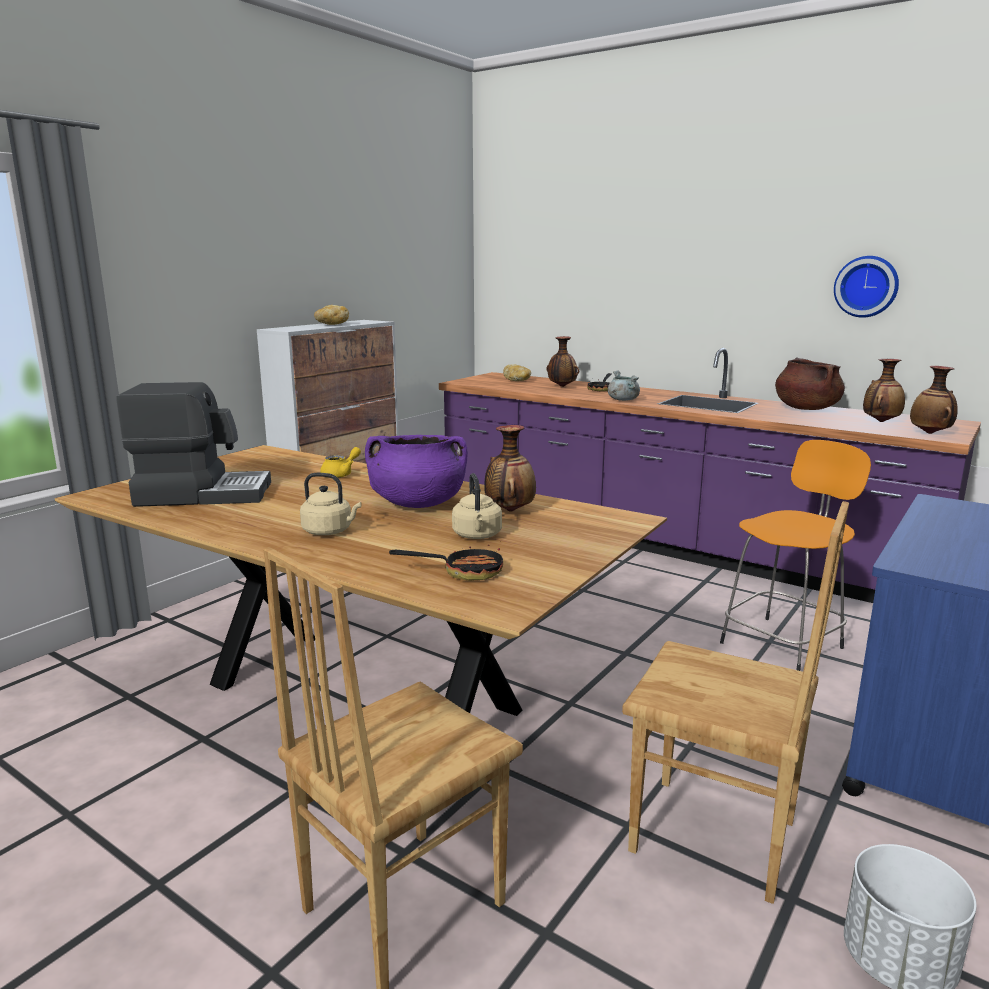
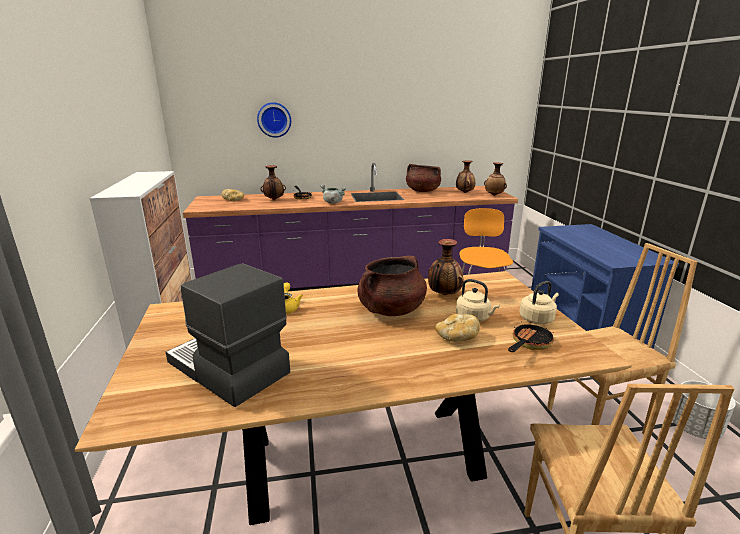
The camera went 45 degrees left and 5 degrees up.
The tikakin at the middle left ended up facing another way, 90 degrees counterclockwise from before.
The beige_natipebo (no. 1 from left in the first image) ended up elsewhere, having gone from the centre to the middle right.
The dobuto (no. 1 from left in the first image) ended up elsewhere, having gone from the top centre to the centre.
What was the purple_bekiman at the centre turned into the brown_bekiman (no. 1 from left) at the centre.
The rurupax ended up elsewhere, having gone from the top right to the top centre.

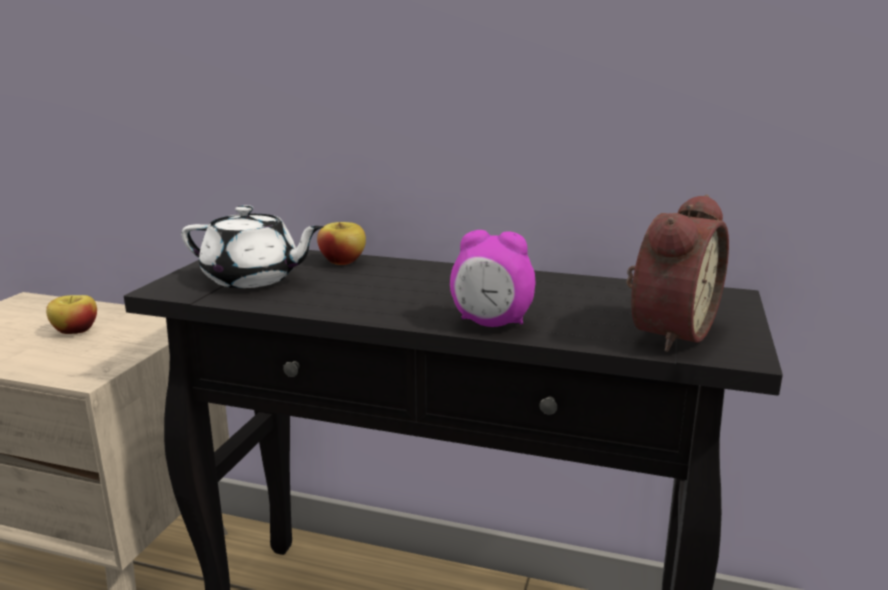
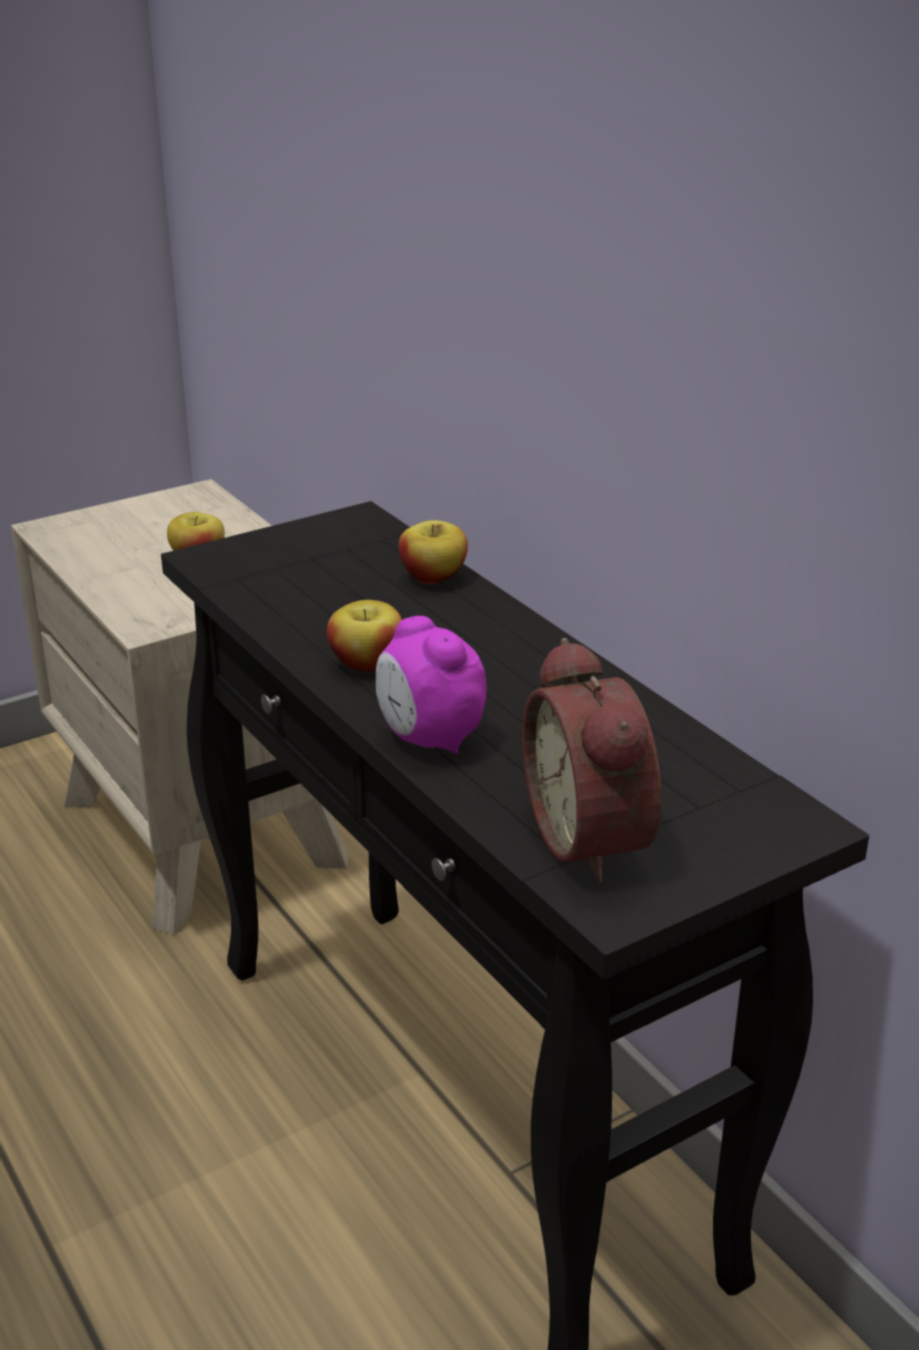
The camera went 40 degrees right and 10 degrees up.
The second view lost the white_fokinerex at the middle left.
The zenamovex (no. 2 from left) at the middle right ended up facing another way, 90 degrees clockwise from before.
The second view gained the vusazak (no. 2 from left) at the centre.

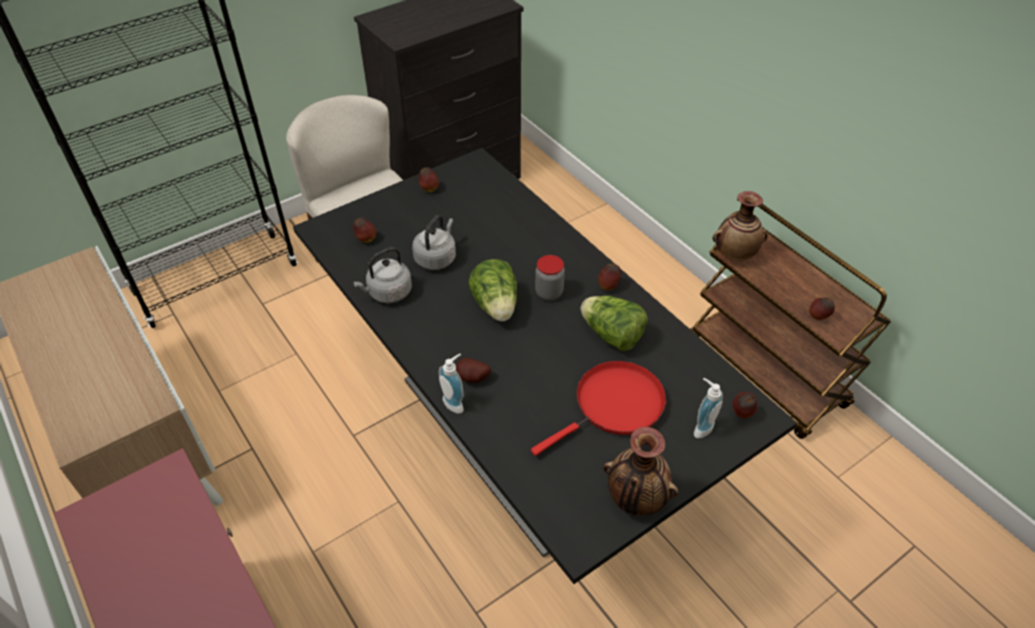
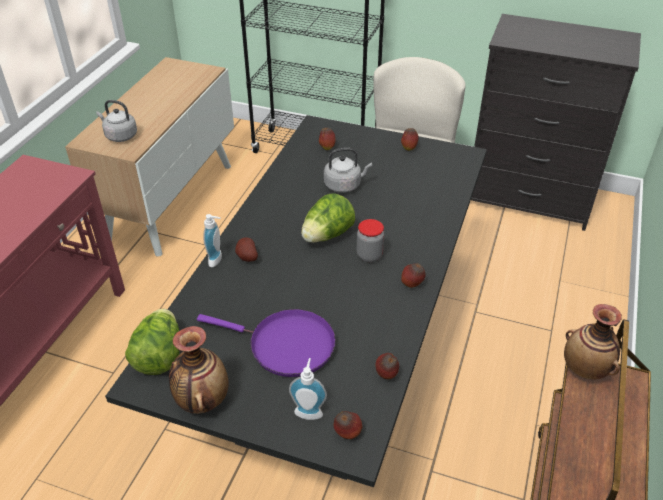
The camera went 55 degrees right and 5 degrees down.
The grey_natipebo (no. 1 from left) ended up elsewhere, having gone from the centre to the top left.
What was the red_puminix at the centre turned into the purple_puminix at the bottom centre.
The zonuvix (no. 2 from left in the first image) ended up elsewhere, having gone from the centre to the bottom left.
The vusazak (no. 5 from left in the first image) ended up elsewhere, having gone from the middle right to the bottom centre.

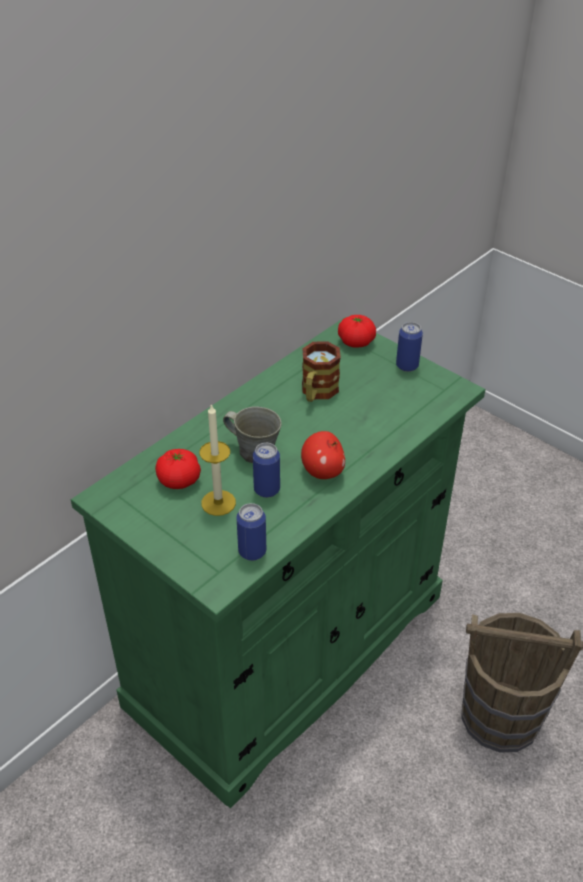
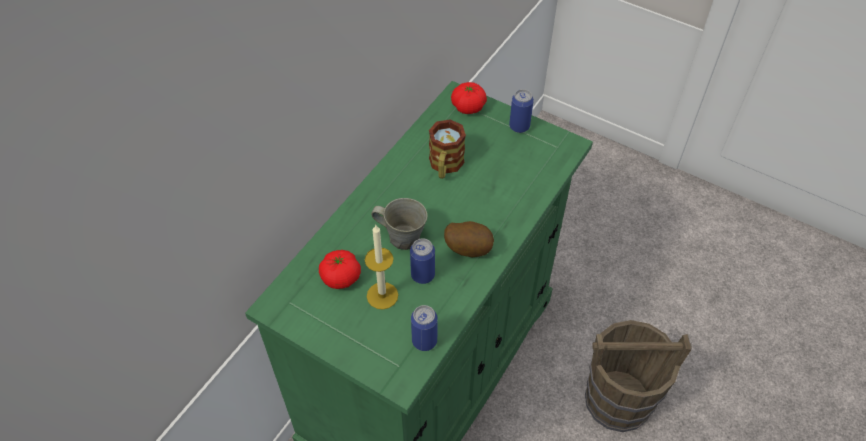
The camera went 10 degrees left and 10 degrees up.
Where the vusazak stood at the centre, the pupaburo came to stand at the centre.

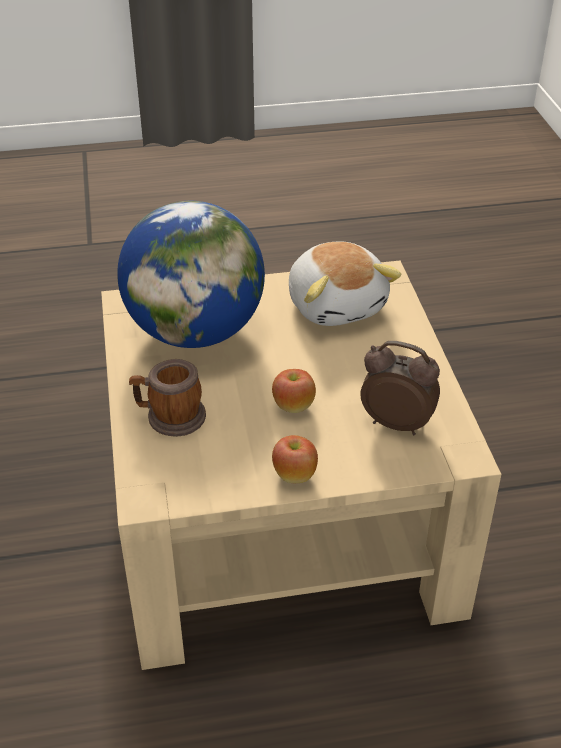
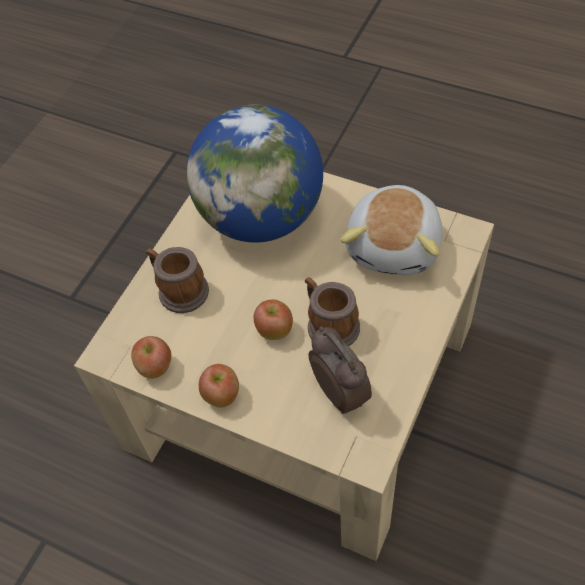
The camera went 40 degrees right and 15 degrees up.
The second view gained the vusazak (no. 1 from left) at the middle left.
The second view gained the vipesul (no. 2 from left) at the centre.

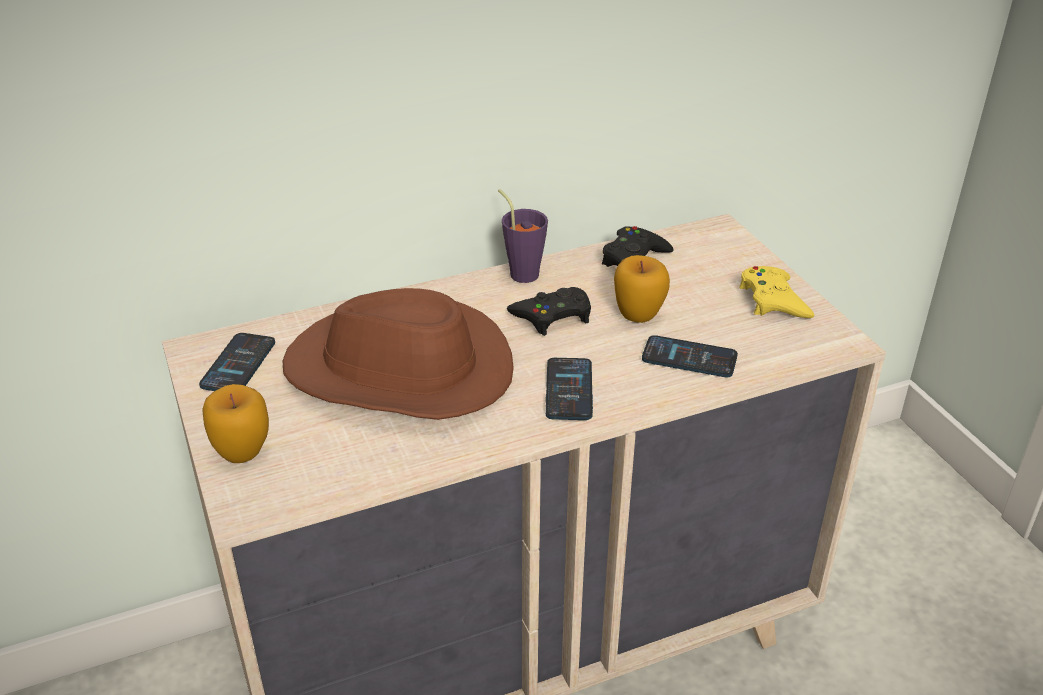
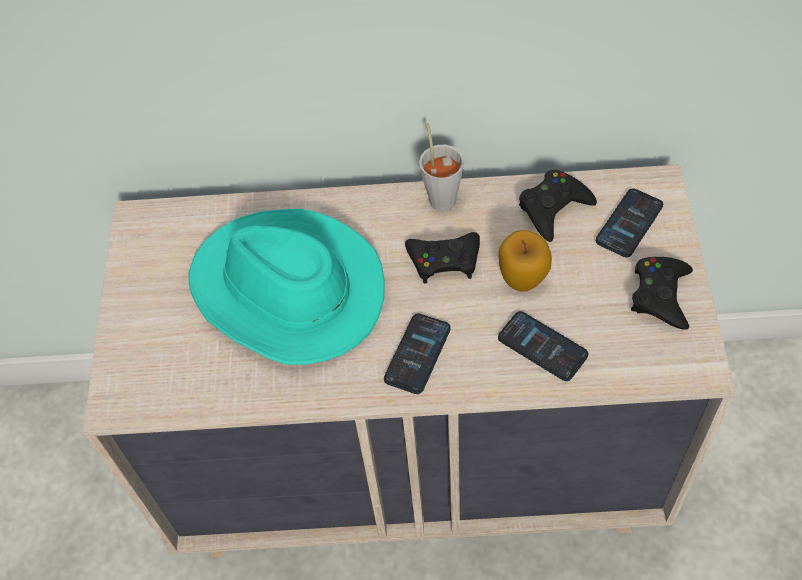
The camera went 25 degrees right and 20 degrees up.
The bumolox (no. 1 from left in the first image) ended up elsewhere, having gone from the middle left to the middle right.
The second view lost the vusazak (no. 1 from left) at the middle left.
What was the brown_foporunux at the centre turned into the turquoise_foporunux at the centre.
What was the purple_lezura at the centre turned into the grey_lezura at the top centre.
What was the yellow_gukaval at the middle right turned into the black_gukaval (no. 3 from left) at the middle right.

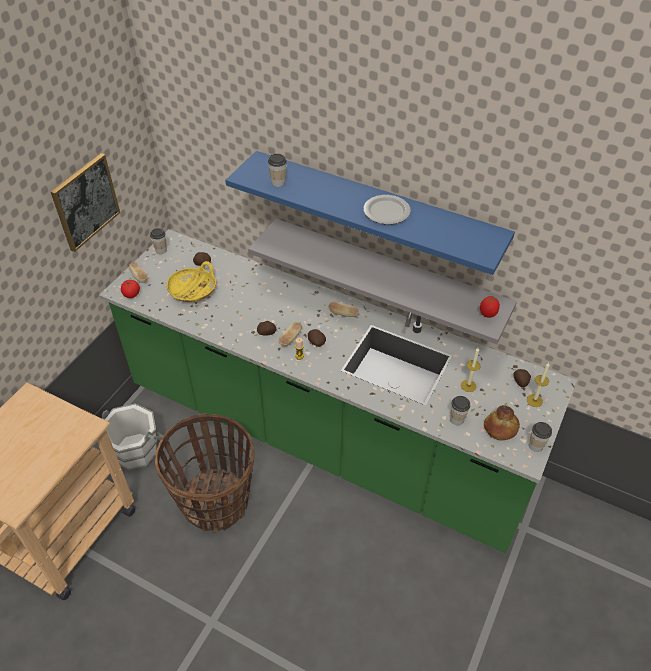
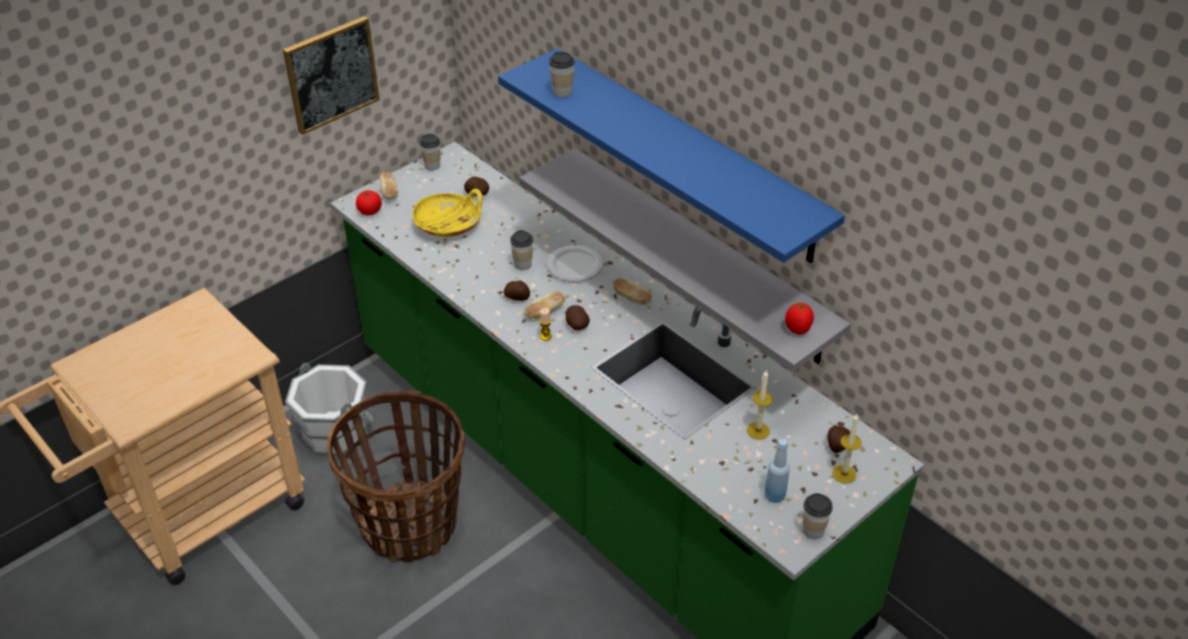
The camera went 20 degrees right and 5 degrees down.
The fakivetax ended up elsewhere, having gone from the top centre to the centre.
The lezura (no. 3 from left in the first image) ended up elsewhere, having gone from the middle right to the centre.
Where the dobuto (no. 4 from left) stood at the middle right, the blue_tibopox came to stand at the bottom centre.

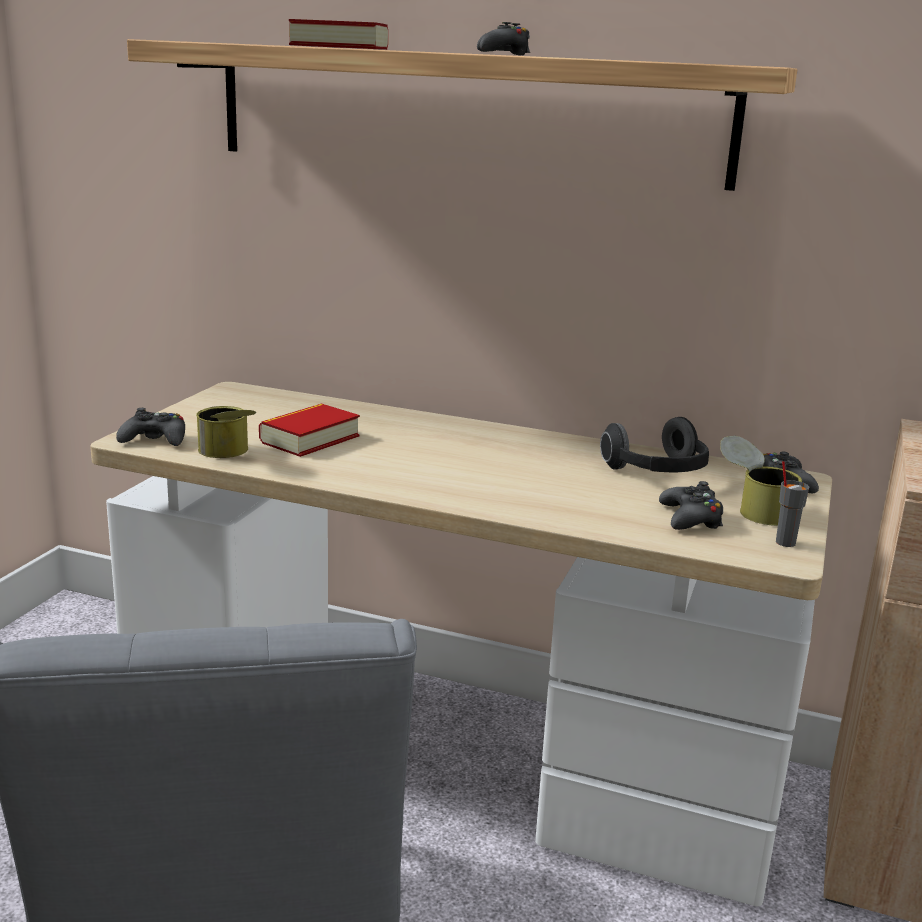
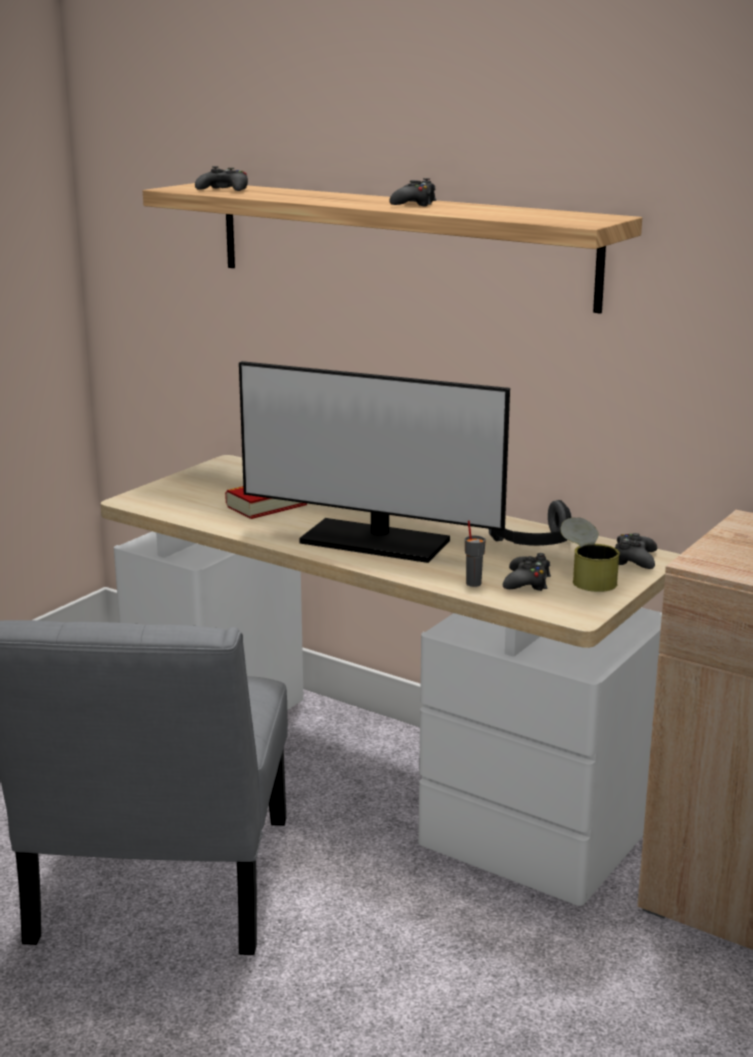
The camera went 15 degrees right and 0 degrees up.
The black_gukaval (no. 1 from left) ended up elsewhere, having gone from the middle left to the top left.
The second view lost the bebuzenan (no. 1 from left) at the middle left.
The second view lost the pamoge (no. 2 from left) at the top centre.
The grey_lezura ended up elsewhere, having gone from the middle right to the centre.
The second view gained the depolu at the centre.

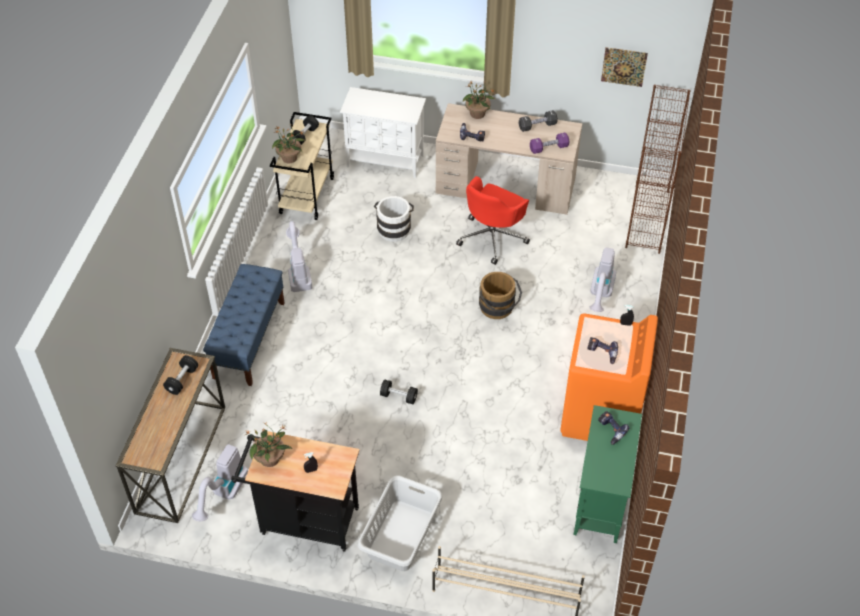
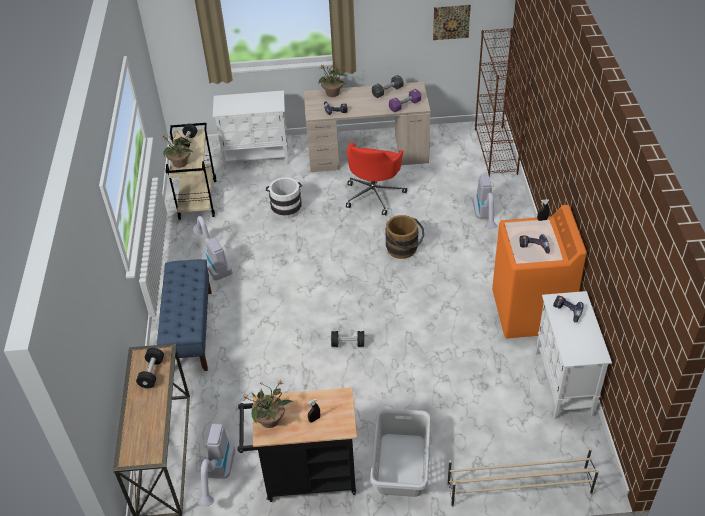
The camera went 15 degrees left and 5 degrees down.
What was the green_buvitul at the bottom right turned into the white_buvitul (no. 2 from left) at the bottom right.

